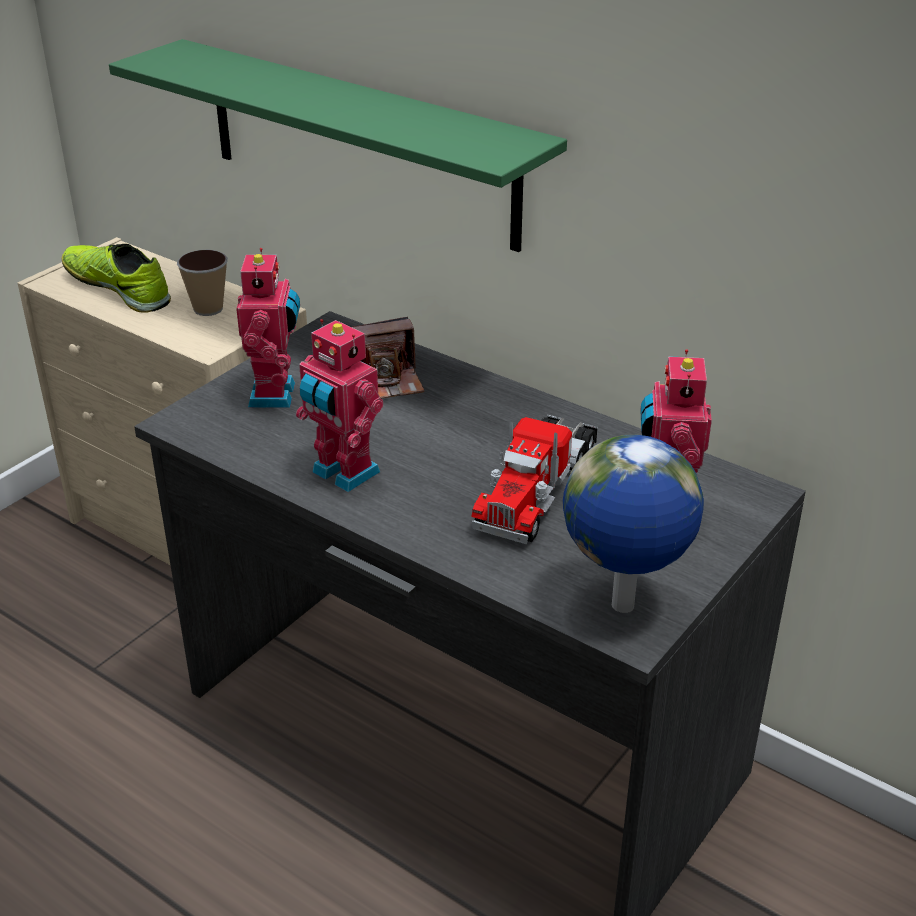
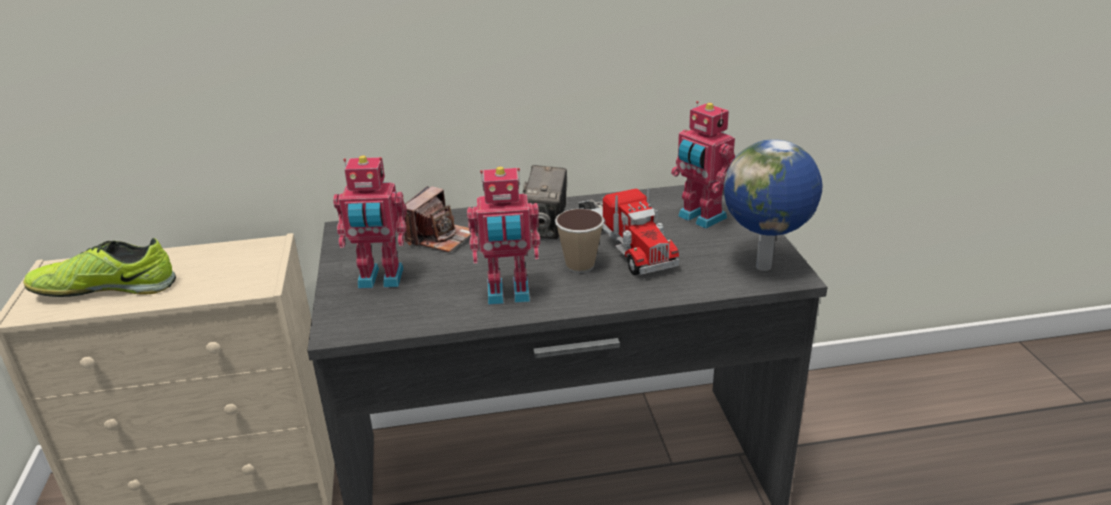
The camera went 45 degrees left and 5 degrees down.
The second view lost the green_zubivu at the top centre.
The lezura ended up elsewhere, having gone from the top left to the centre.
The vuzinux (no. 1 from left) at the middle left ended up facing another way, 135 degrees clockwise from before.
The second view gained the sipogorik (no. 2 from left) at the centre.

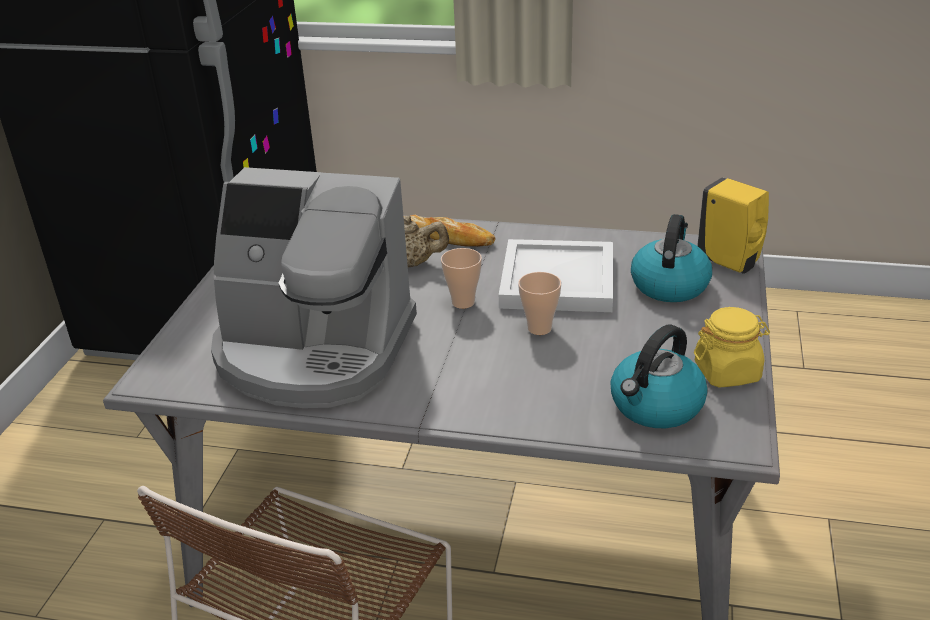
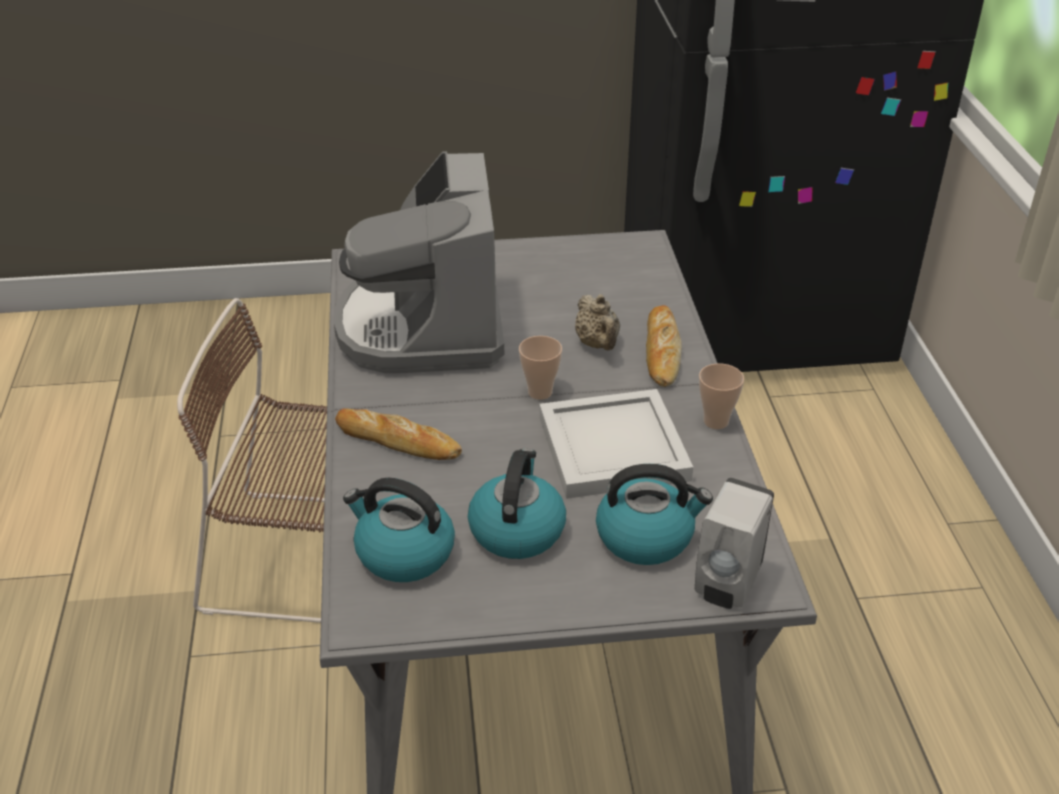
The camera went 70 degrees right and 5 degrees up.
The lezura (no. 2 from left) ended up elsewhere, having gone from the centre to the middle right.
The second view lost the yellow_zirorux at the middle right.
What was the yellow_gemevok at the middle right turned into the white_gemevok at the bottom right.
The second view gained the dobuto (no. 1 from left) at the centre.
The second view gained the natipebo (no. 2 from left) at the centre.

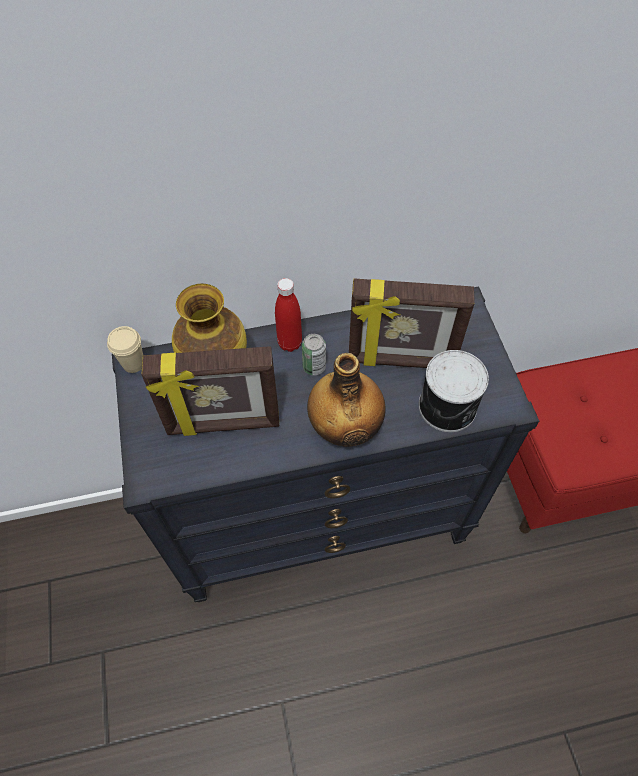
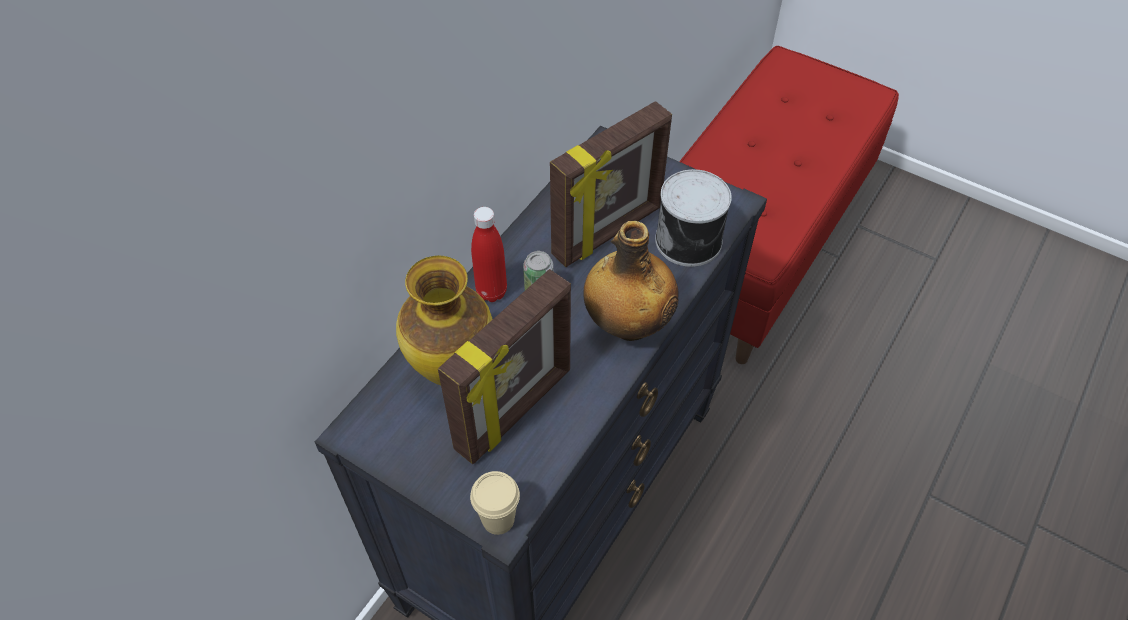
The camera went 45 degrees left and 5 degrees down.
The beige_lezura ended up elsewhere, having gone from the middle left to the bottom centre.

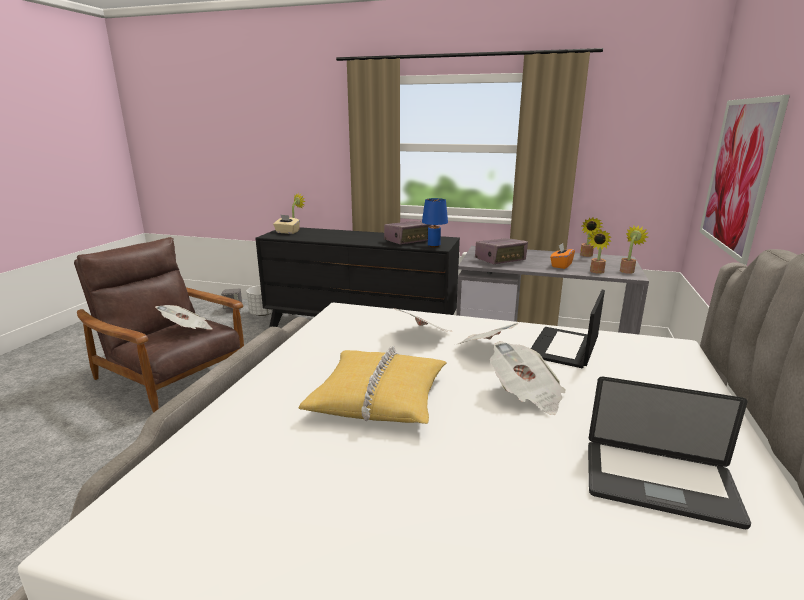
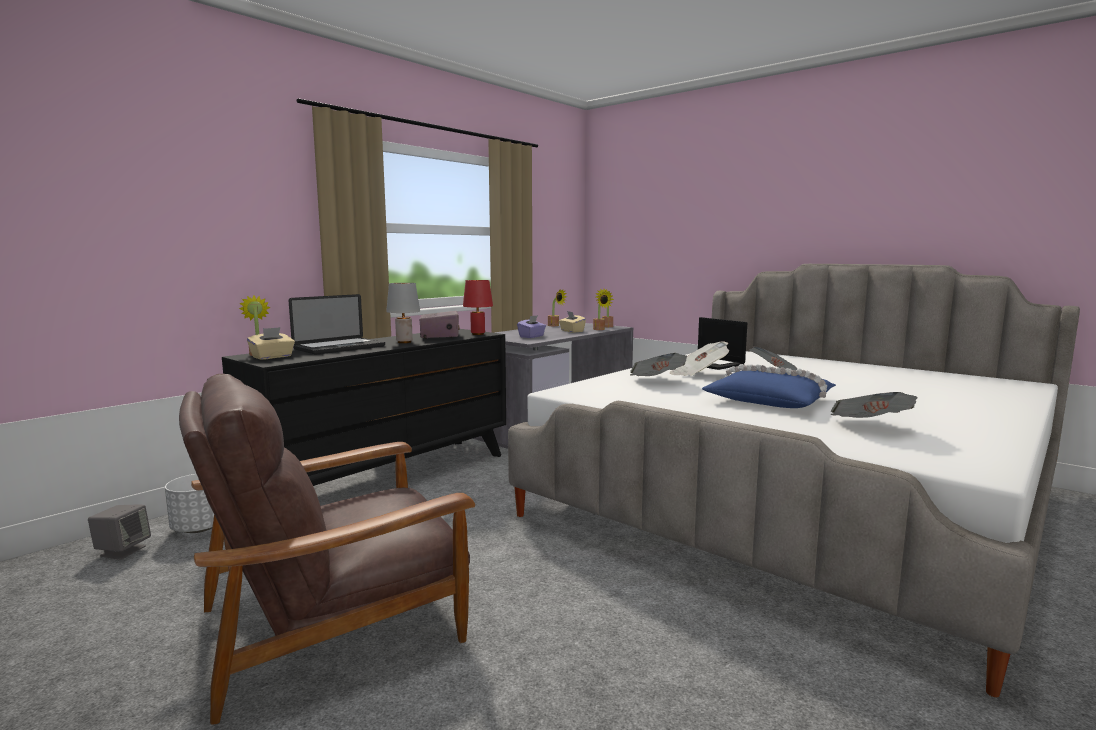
The camera went 65 degrees left and 10 degrees down.
The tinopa (no. 1 from left in the first image) ended up elsewhere, having gone from the middle left to the middle right.
What was the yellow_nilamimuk at the centre turned into the blue_nilamimuk at the middle right.
What was the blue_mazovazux at the centre turned into the red_mazovazux at the centre.
Where the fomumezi (no. 2 from left) stood at the centre, the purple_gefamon came to stand at the centre.
What was the orange_gefamon at the middle right turned into the beige_gefamon (no. 2 from left) at the centre.
The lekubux (no. 2 from left in the first image) ended up elsewhere, having gone from the bottom right to the middle left.
The second view lost the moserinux at the top right.
The second view gained the grey_mazovazux at the centre.

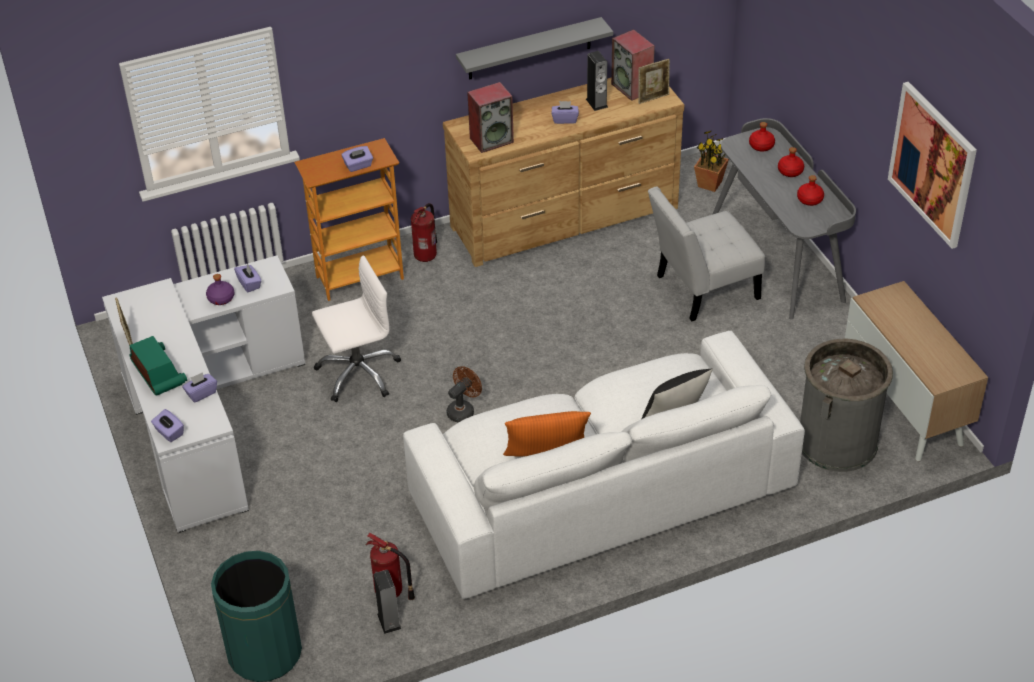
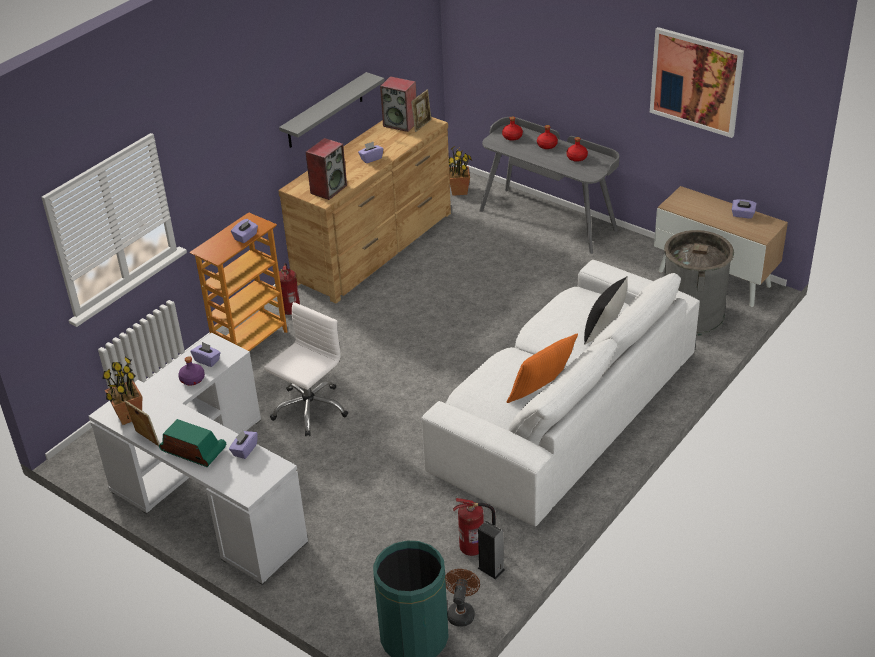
The camera went 30 degrees left and 5 degrees down.
The purple_gefamon (no. 1 from left in the first image) ended up elsewhere, having gone from the middle left to the top right.
The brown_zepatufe ended up elsewhere, having gone from the centre to the bottom centre.
The second view lost the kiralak (no. 3 from left) at the top centre.
The second view lost the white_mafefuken at the middle right.
The second view gained the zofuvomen (no. 1 from left) at the middle left.

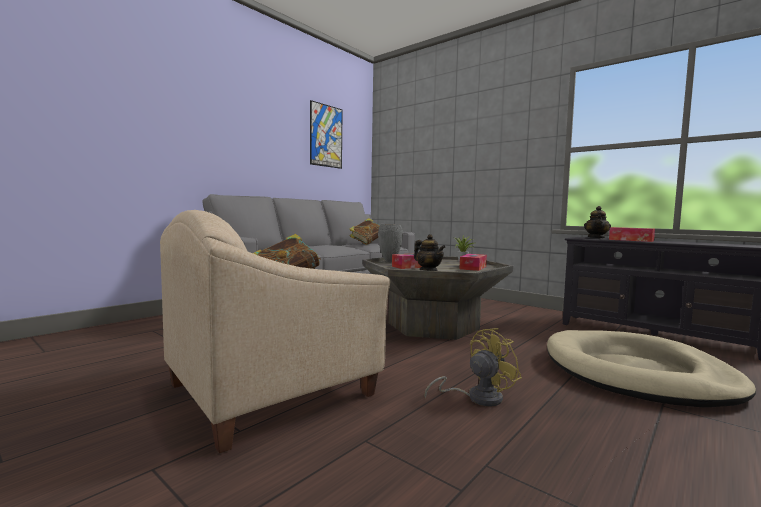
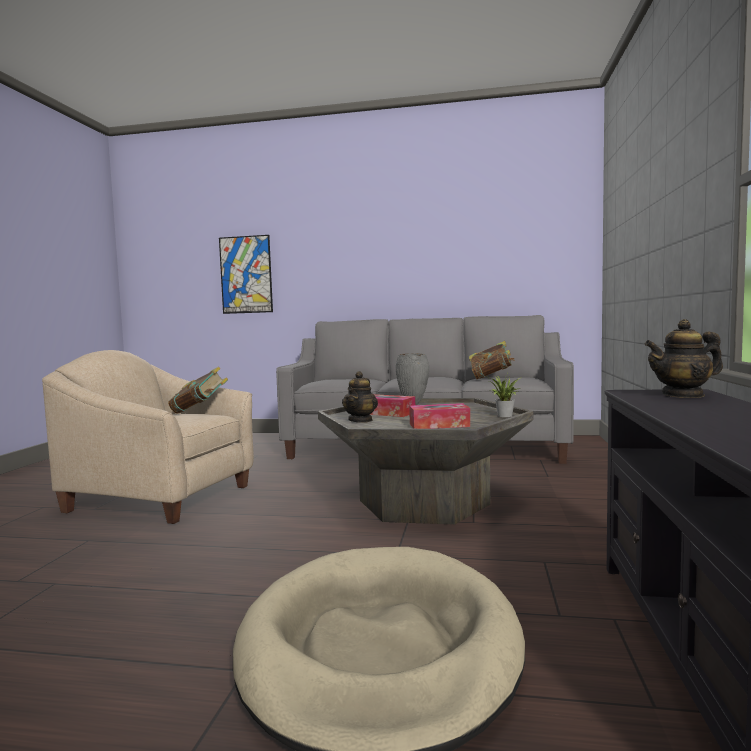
The camera went 60 degrees right and 0 degrees up.
The moserinux ended up elsewhere, having gone from the top centre to the middle left.
The second view lost the yellow_zepatufe at the bottom centre.
The second view lost the gefamon (no. 3 from left) at the middle right.

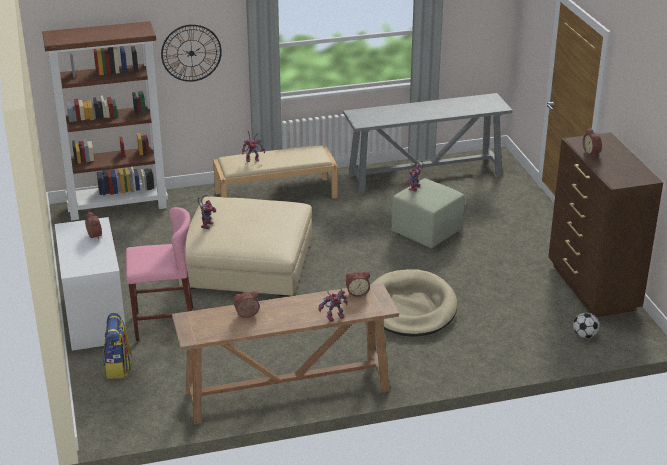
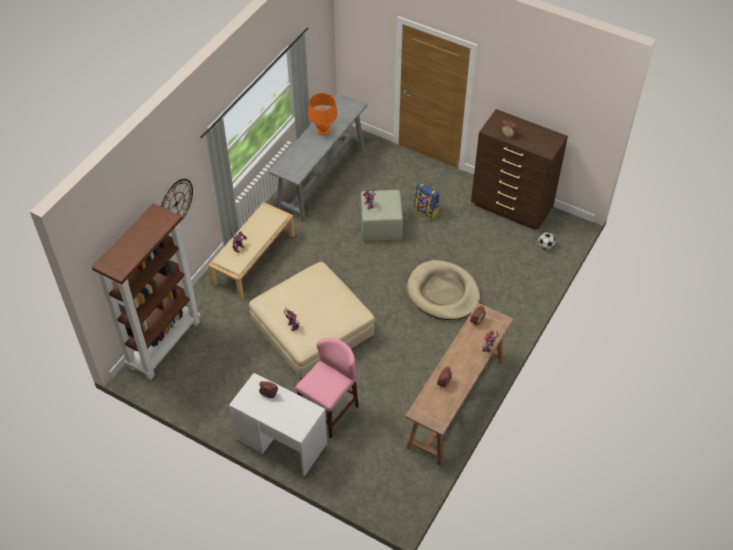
The camera went 45 degrees left and 20 degrees up.
The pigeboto ended up elsewhere, having gone from the bottom left to the centre.
The second view gained the orange_mazovazux at the top centre.

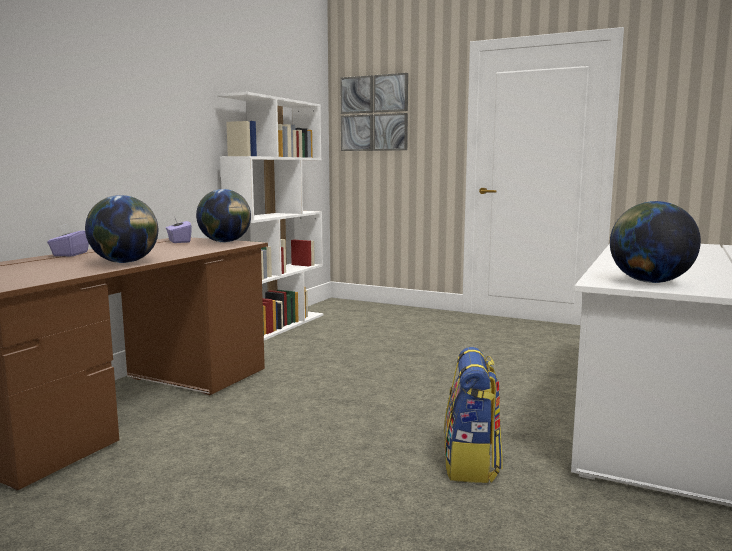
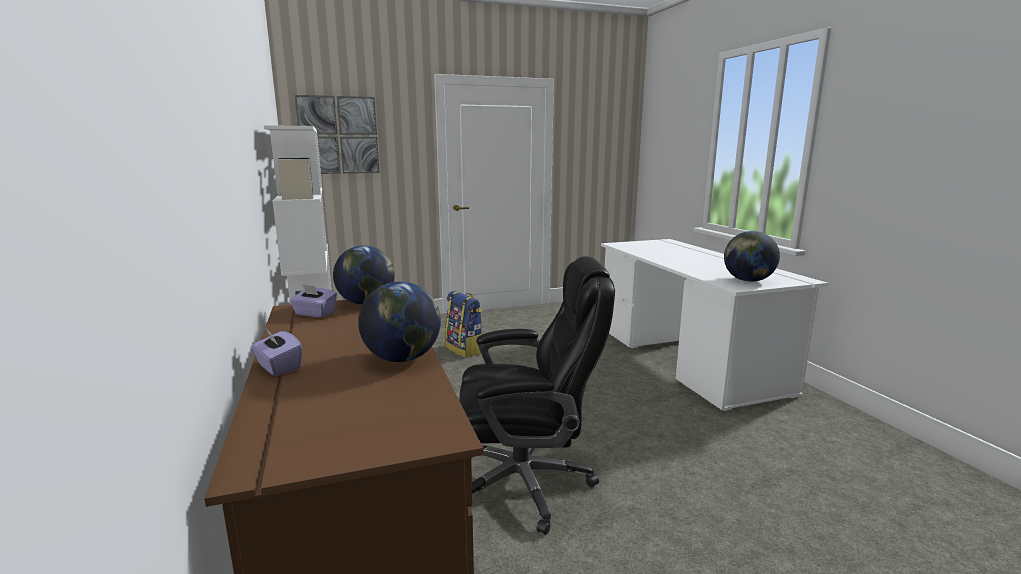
The camera went 45 degrees left and 5 degrees up.
The pigeboto ended up elsewhere, having gone from the bottom centre to the centre.
The second view gained the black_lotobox at the bottom centre.

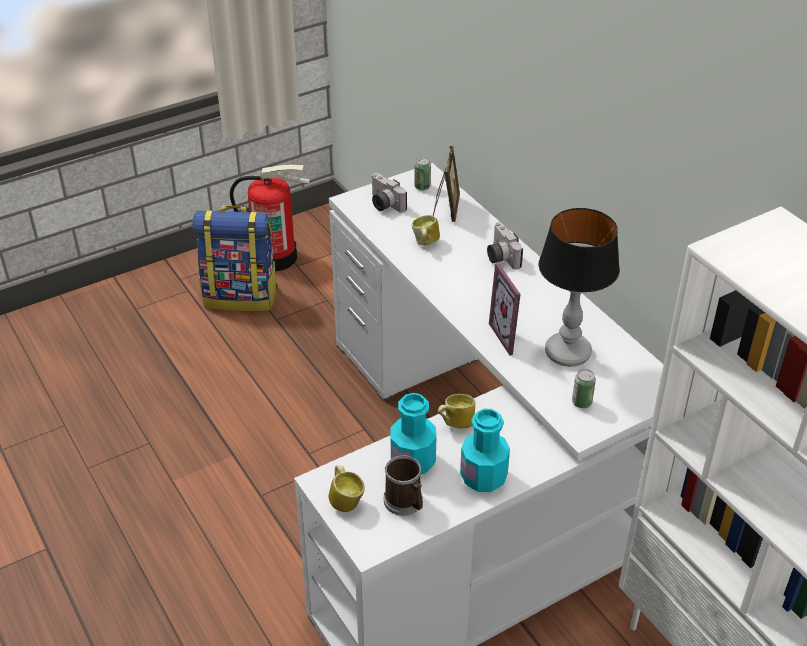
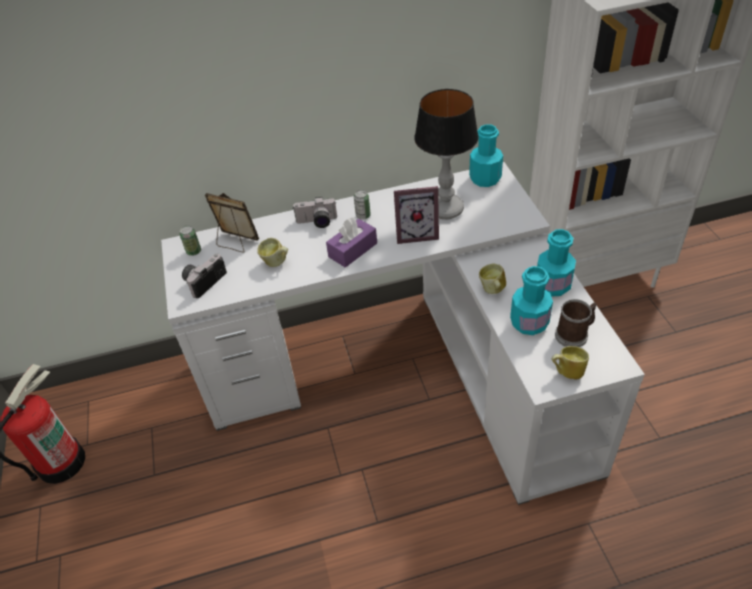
The camera went 70 degrees left and 5 degrees up.
The second view lost the pigeboto at the middle left.
The sipogorik (no. 1 from left) at the top centre ended up facing another way, 150 degrees clockwise from before.
The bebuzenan (no. 2 from left) ended up elsewhere, having gone from the middle right to the centre.
The second view gained the purple_gefamon at the centre.
The second view gained the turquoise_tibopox (no. 1 from left) at the top centre.

